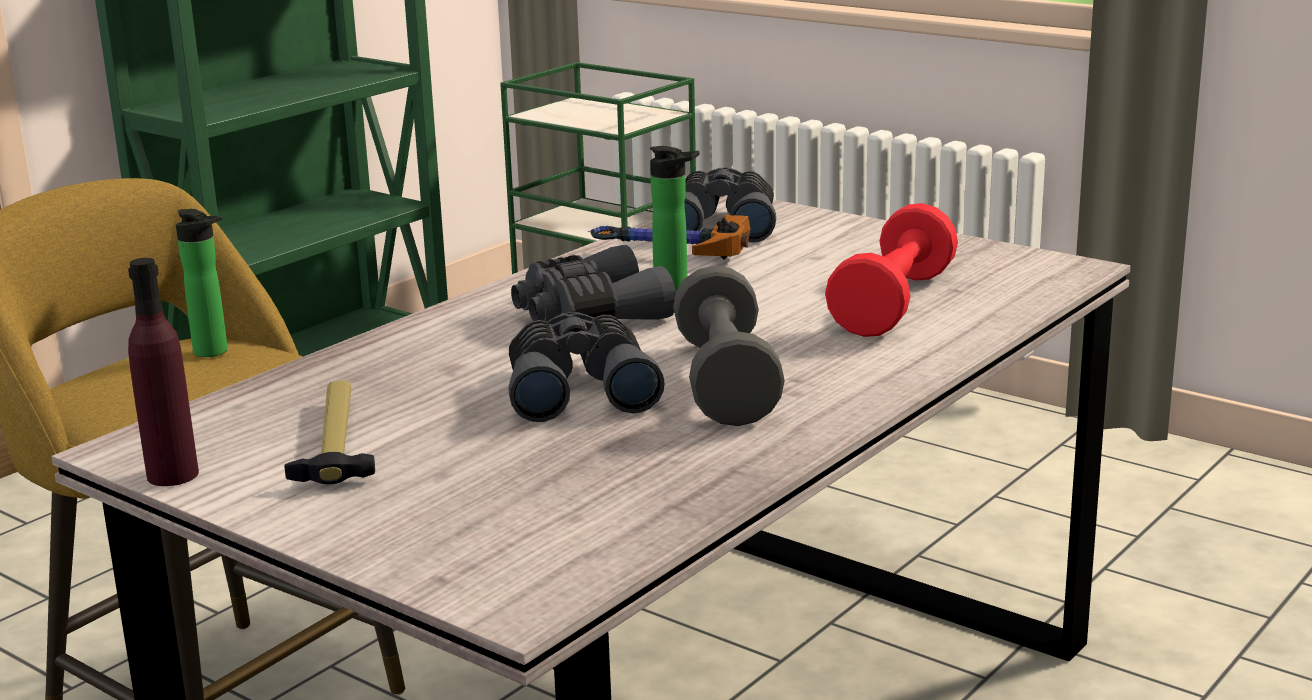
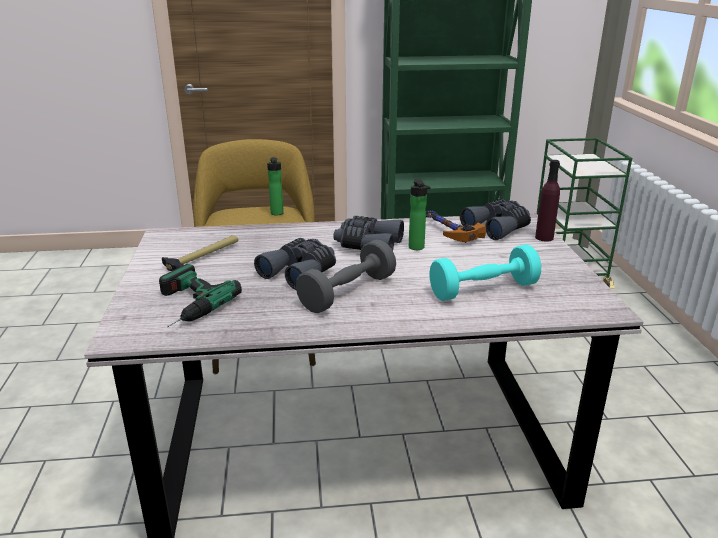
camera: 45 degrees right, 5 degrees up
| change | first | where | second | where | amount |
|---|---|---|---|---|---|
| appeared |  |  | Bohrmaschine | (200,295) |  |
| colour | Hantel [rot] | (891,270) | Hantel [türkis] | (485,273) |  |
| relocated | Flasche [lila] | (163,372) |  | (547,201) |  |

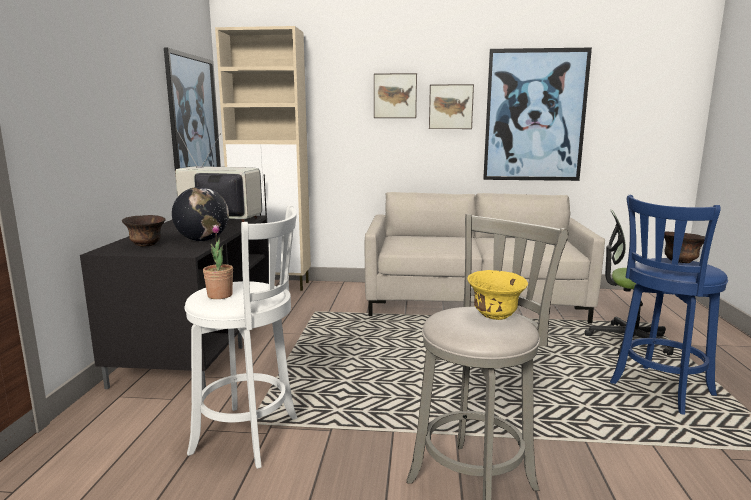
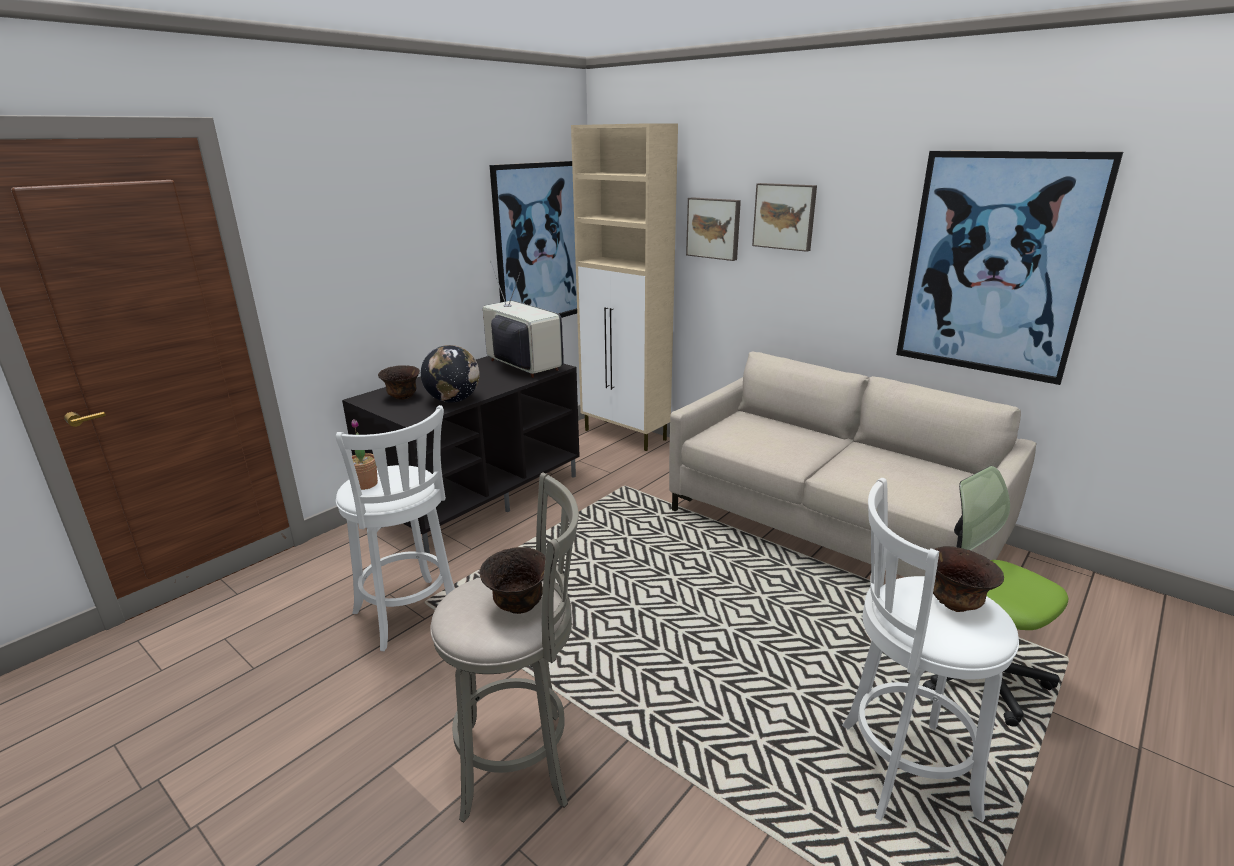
camera: 35 degrees right, 10 degrees up
| change | first | where | second | where | amount |
|---|---|---|---|---|---|
| colour | Schüssel [gelb] | (497,295) | Schüssel [braun] | (512,580) |  |
| relocated | Bild | (451,106) |  | (713,229) |  |
| colour | Hocker [blau] | (669,304) | Hocker [weiß] | (930,650) |  |

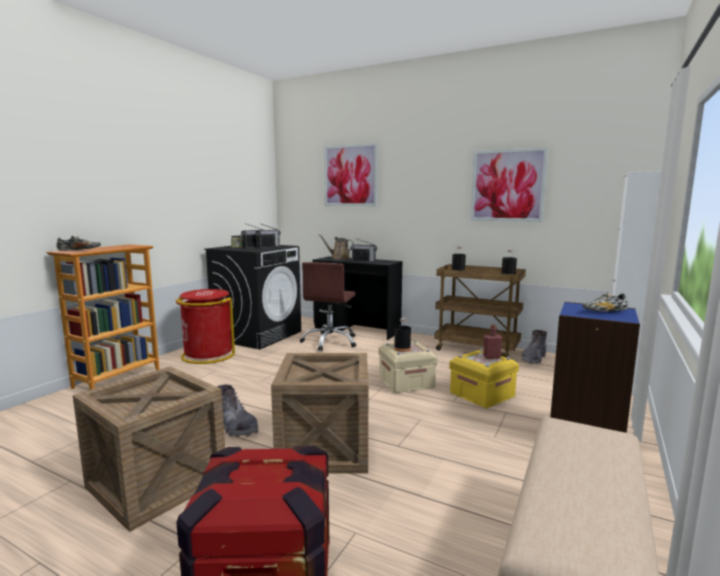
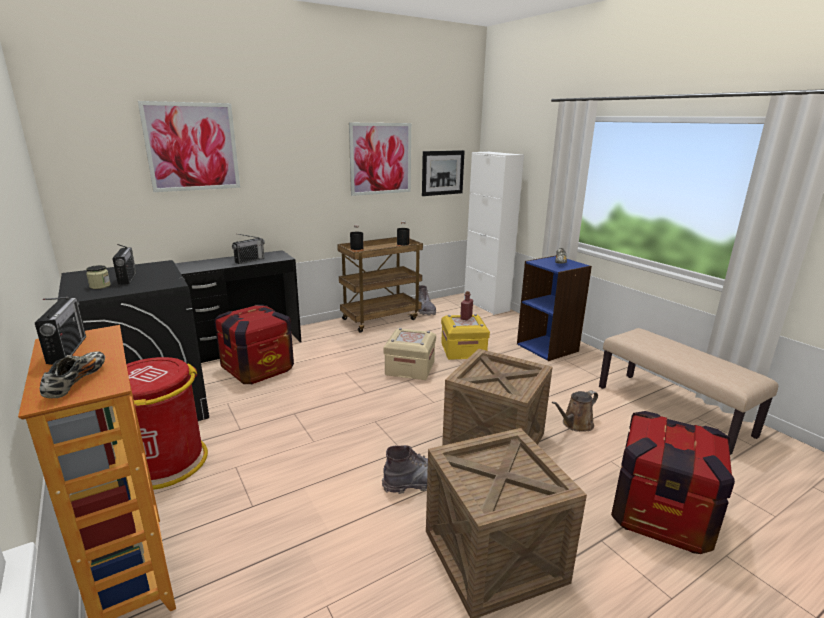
camera: 60 degrees left, 10 degrees up
| change | first | where | second | where | amount |
|---|---|---|---|---|---|
| relocated | Radio | (268,235) |  | (60,331) |  |
| exchanged | Bürostuhl [braun] | (328,306) | Kiste | (254,344) |  |
| appeared |  |  | Bild | (443,173) |  |
| relocated | Gießkanne [braun] | (336,247) |  | (575,411) |  |
| missing | Flasche [schwarz] | (402,335) |  |  |  |

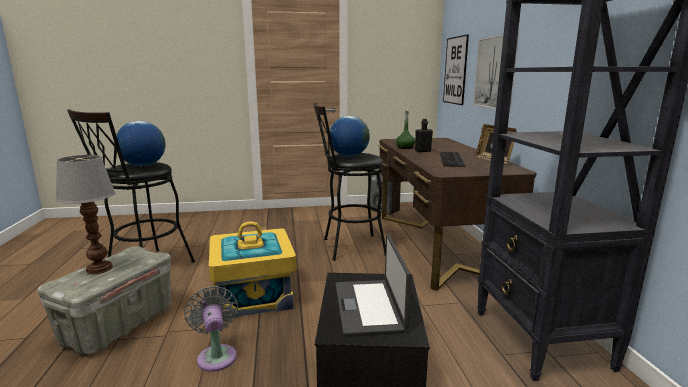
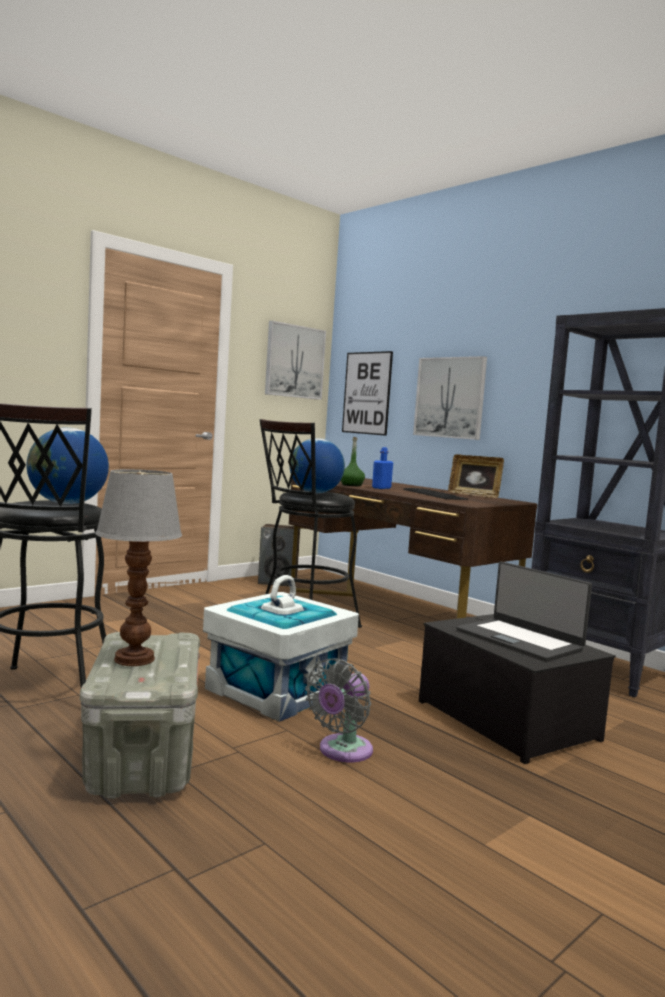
camera: 35 degrees left, 10 degrees down
| change | first | where | second | where | amount |
|---|---|---|---|---|---|
| colour | Aufbewahrungsbox [gelb] | (253,270) | Aufbewahrungsbox [weiß] | (281,648) |  |
| appeared |  |  | Bild | (295,360) |  |
| spun | Ventilator [grau] | (211,329) |  | (339,710) | 90 degrees counterclockwise |
| colour | Flasche [schwarz] | (424,135) | Flasche [blau] | (382,468) |  |

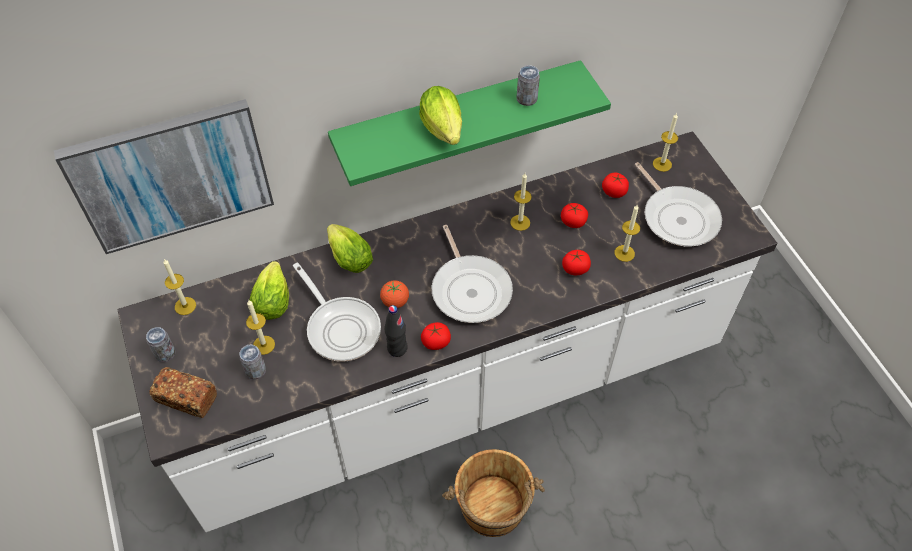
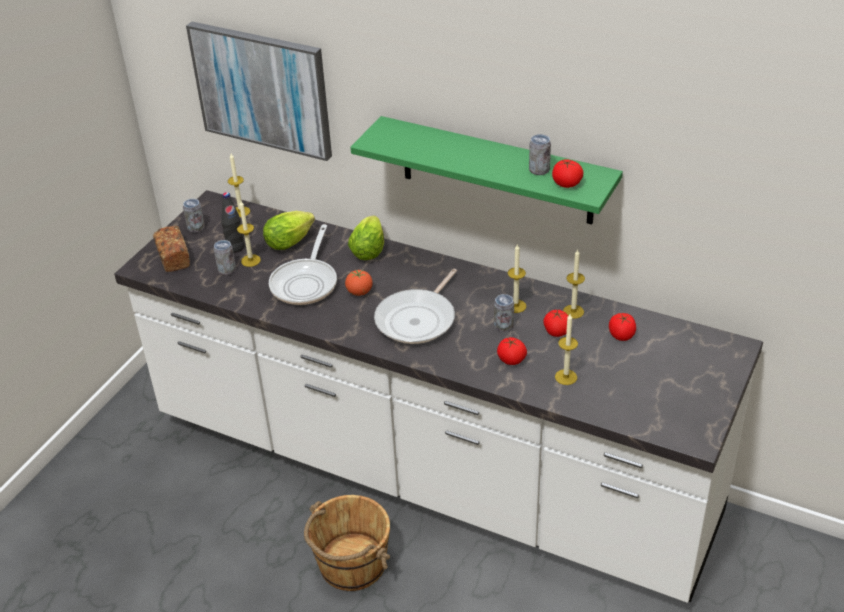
camera: 50 degrees right, 15 degrees down
| change | first | where | second | where | amount |
|---|---|---|---|---|---|
| relocated | Flasche [schwarz] | (396,331) |  | (232,222) |  |
| appeared |  |  | Dose | (504,313) |  |
| relocated | Tomate | (436,336) |  | (568,173) |  |
| relocated | Kerze | (665,142) |  | (574,284) |  |
| missing | Salatkopf | (440,115) |  |  |  |
| missing | Pfanne | (678,204) |  |  |  |

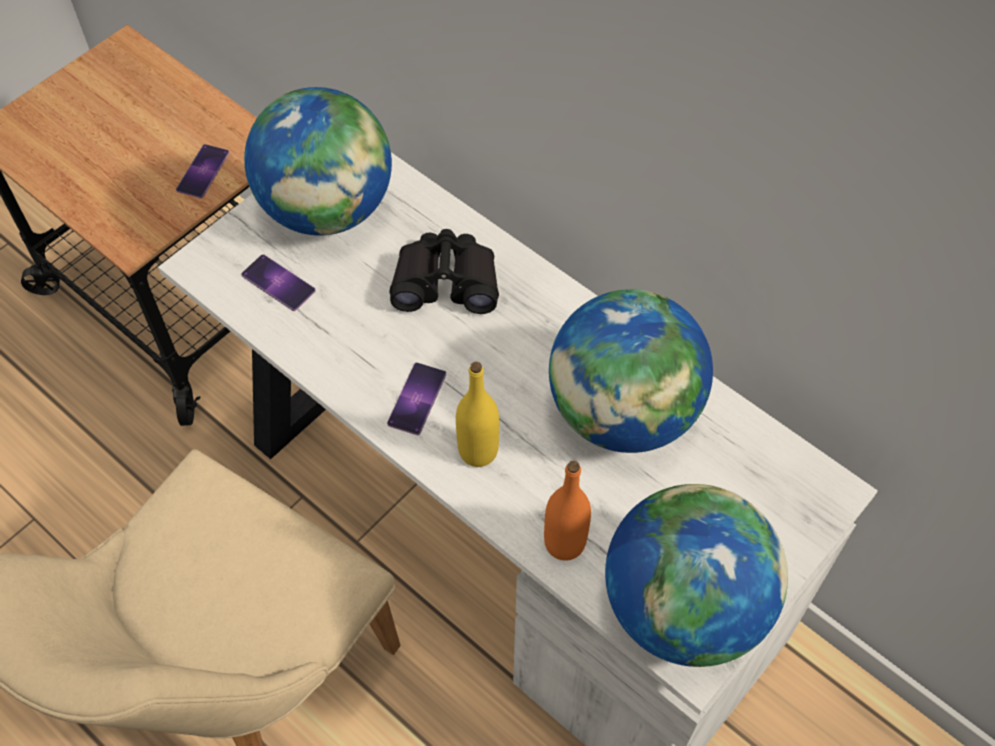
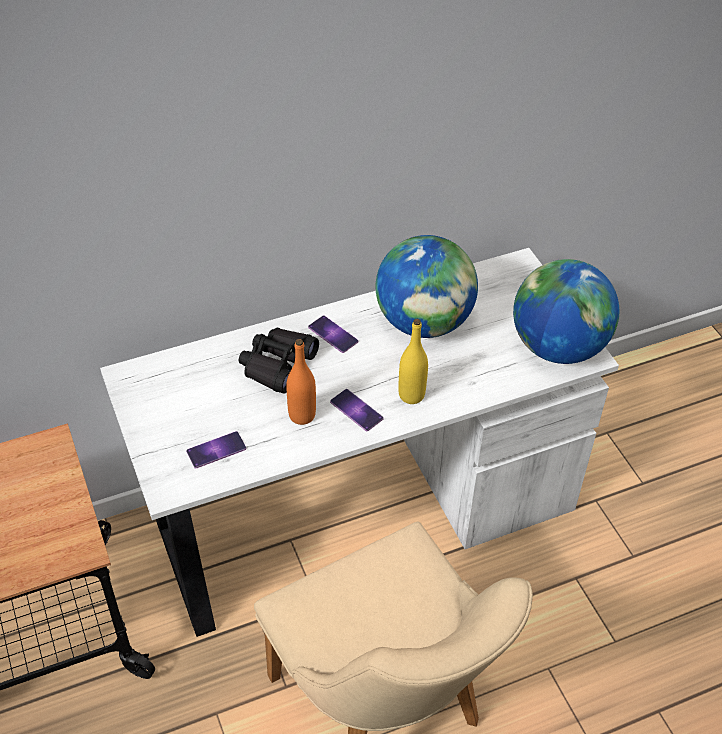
camera: 65 degrees left, 10 degrees down
| change | first | where | second | where | amount |
|---|---|---|---|---|---|
| relocated | Flasche [orange] | (567,511) |  | (301,382) |  |
| relocated | Handy | (202,171) |  | (333,334) |  |
| missing | Globus | (318,161) |  |  |  |

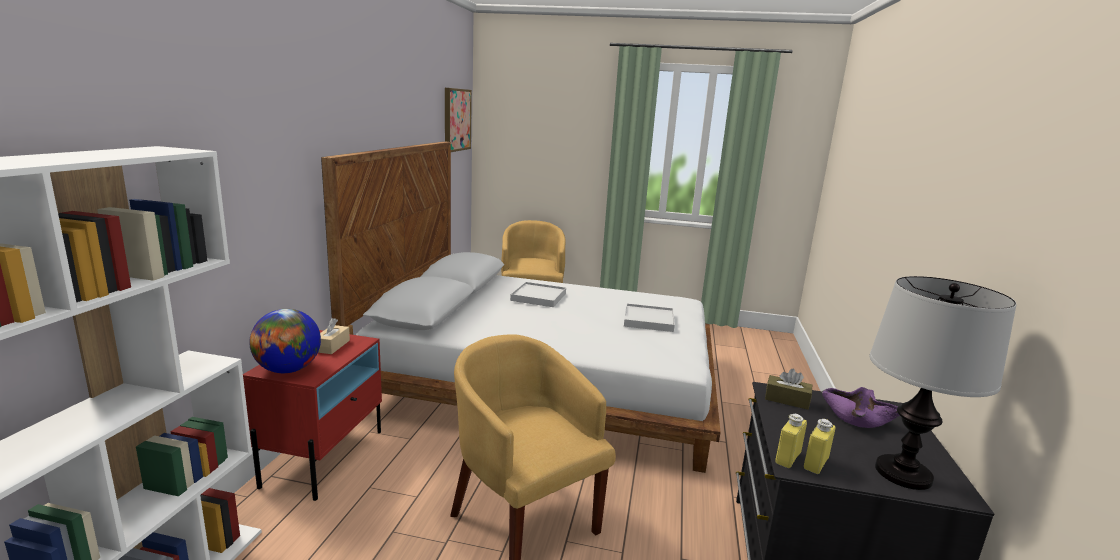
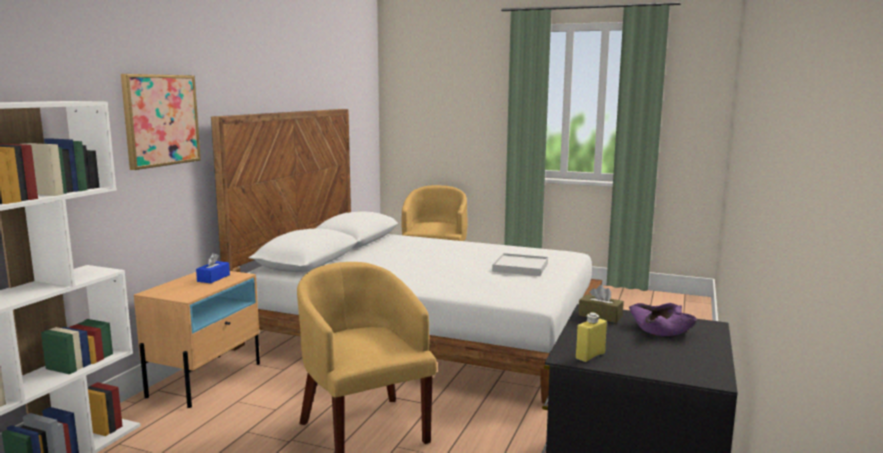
camera: 10 degrees right, 5 degrees down
| change | first | where | second | where | amount |
|---|---|---|---|---|---|
| relocated | Bild | (458,120) |  | (161,122) |  |
| colour | Nachttisch [rot] | (312,415) | Nachttisch [beige] | (197,339) |  |
| colour | Taschentuchbox [beige] | (334,336) | Taschentuchbox [blau] | (213,268) |  |
| missing | Globus | (285,341) |  |  |  |
| missing | Tablett [weiß] | (538,294) |  |  |  |
| missing | Flasche [gelb] | (791,441) |  |  |  |
| missing | Tischlampe | (942,383) |  |  |  |

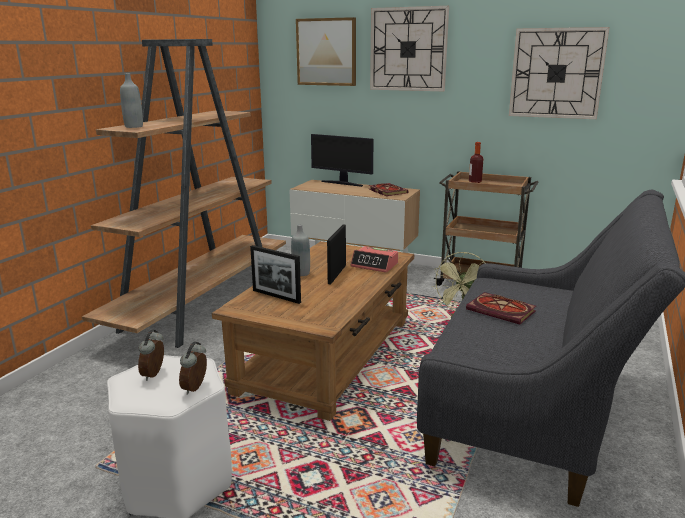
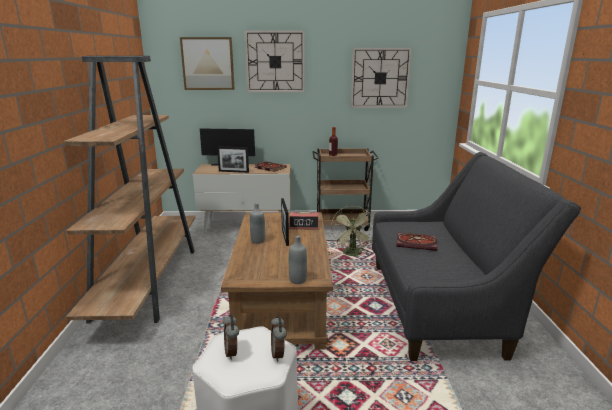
camera: 25 degrees left, 0 degrees up
| change | first | where | second | where | amount |
|---|---|---|---|---|---|
| relocated | Bilderrahmen | (275,274) |  | (233,159) |  |
| relocated | Flasche [grau] | (131,100) |  | (298,259) |  |

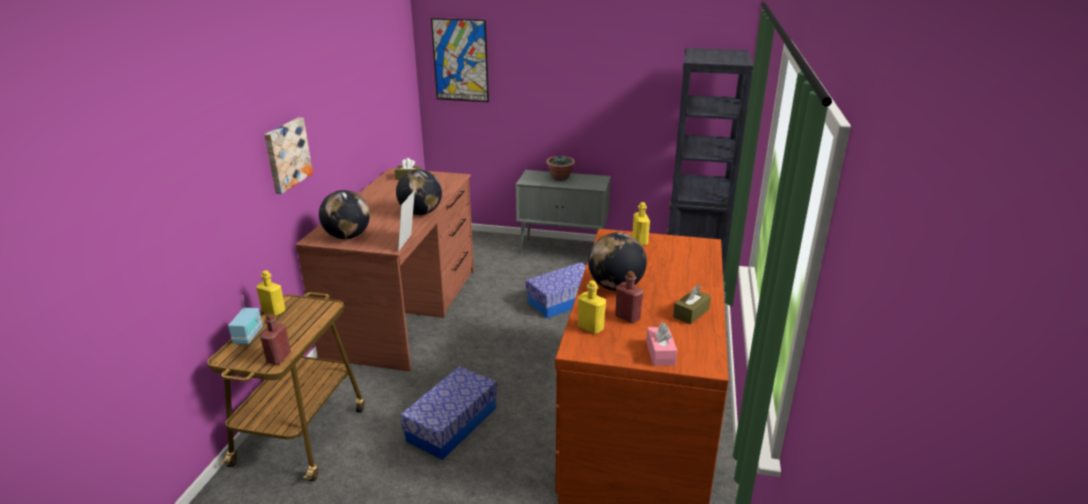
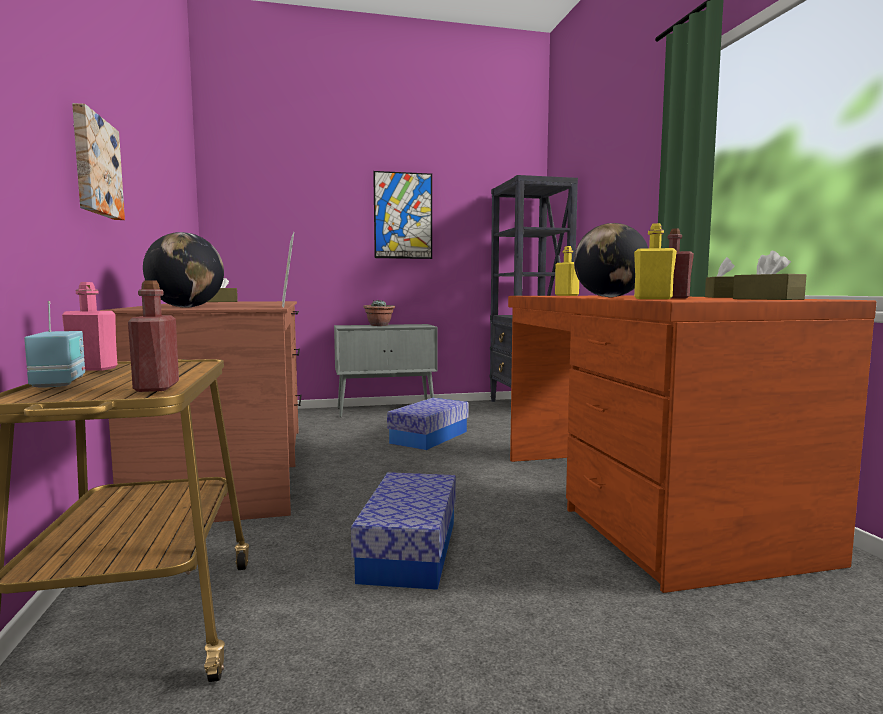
camera: 25 degrees left, 20 degrees down
| change | first | where | second | where | amount |
|---|---|---|---|---|---|
| colour | Flasche [gelb] | (270,293) | Flasche [rosa] | (89,326) |  |
| relocated | Bild | (460,60) |  | (402,215) |  |
| colour | Taschentuchbox [rosa] | (661,344) | Taschentuchbox [braun] | (769,275) |  |
| missing | Globus | (419,192) |  |  |  |

